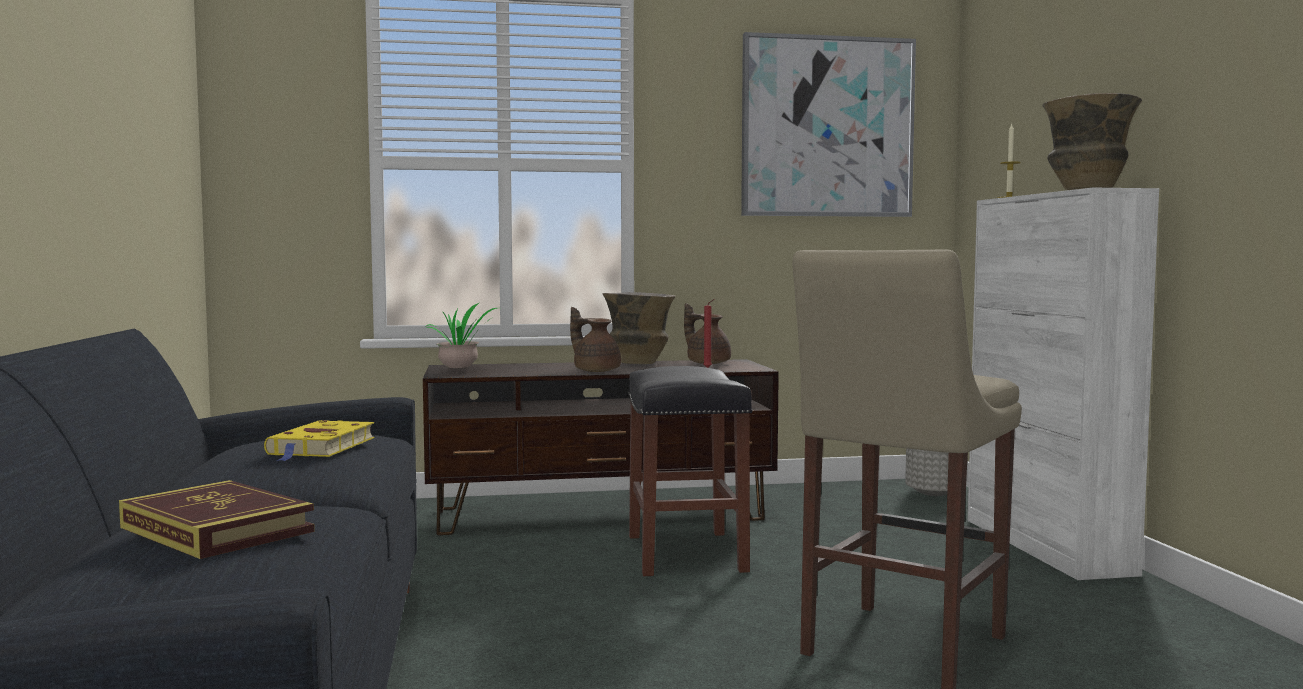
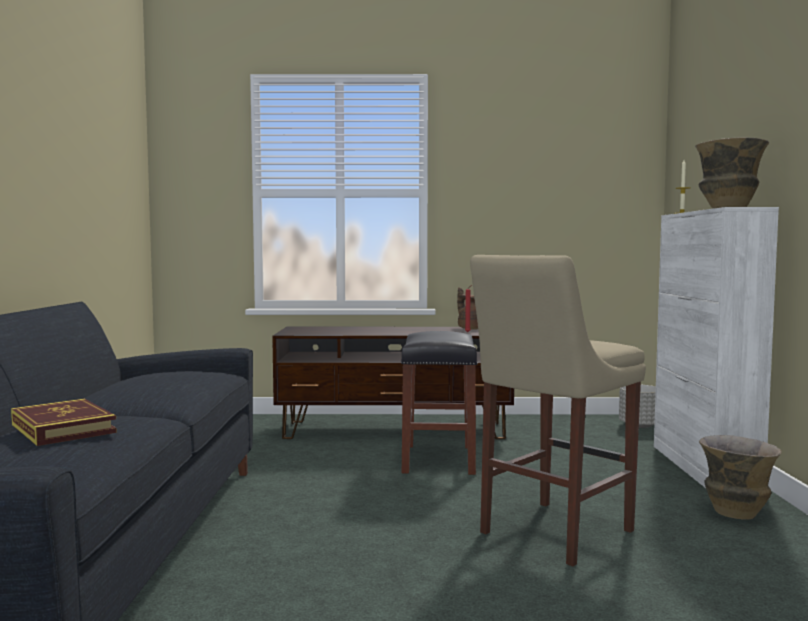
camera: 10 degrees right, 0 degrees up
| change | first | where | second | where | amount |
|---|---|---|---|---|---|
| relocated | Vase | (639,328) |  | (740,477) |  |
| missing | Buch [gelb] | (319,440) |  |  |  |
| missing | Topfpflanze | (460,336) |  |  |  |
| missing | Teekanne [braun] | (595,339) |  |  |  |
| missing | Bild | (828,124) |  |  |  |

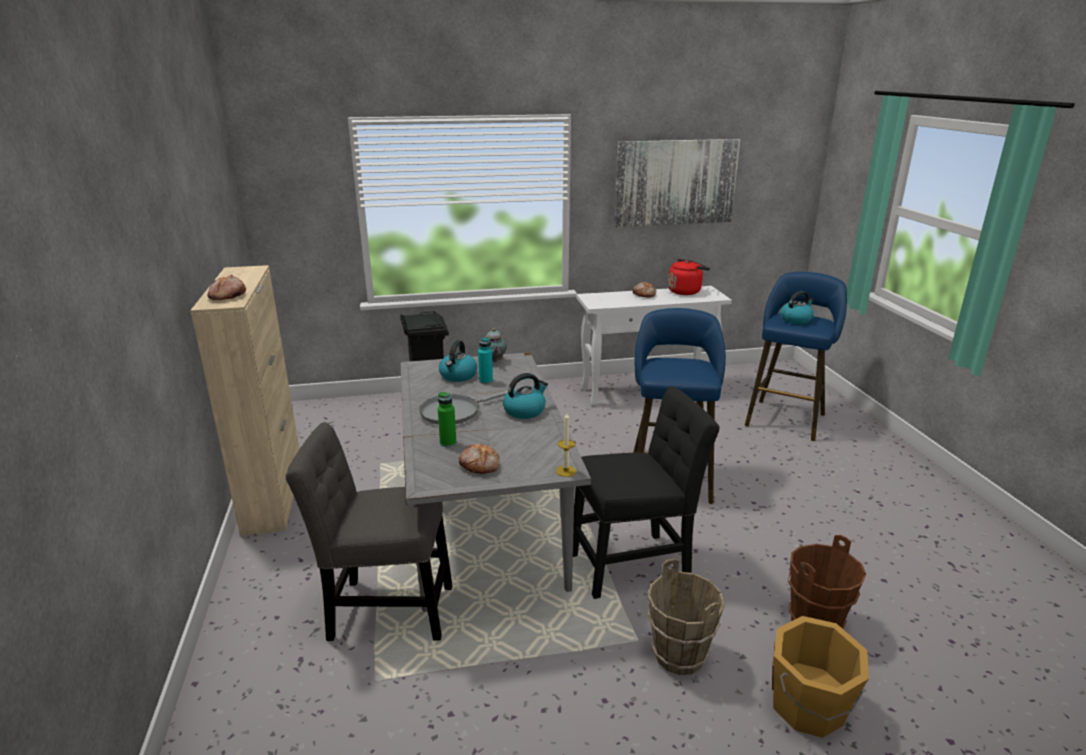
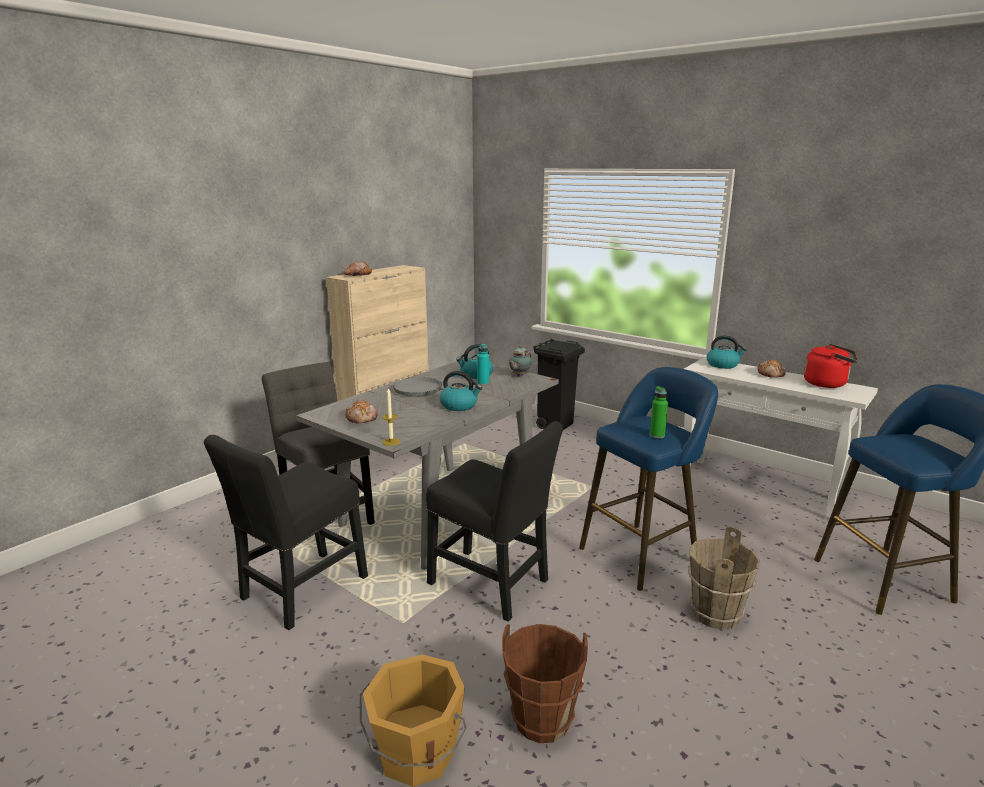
camera: 50 degrees right, 5 degrees down
| change | first | where | second | where | amount |
|---|---|---|---|---|---|
| appeared |  |  | Stuhl [schwarz] | (286,532) |  |
| relocated | Flasche [grün] | (447,419) |  | (659,412) |  |
| relocated | Eimer [braun] | (686,616) |  | (724,577) |  |
| relocated | Wasserkessel | (797,307) |  | (726,352) |  |
| missing | Bild | (677,183) |  |  |  |

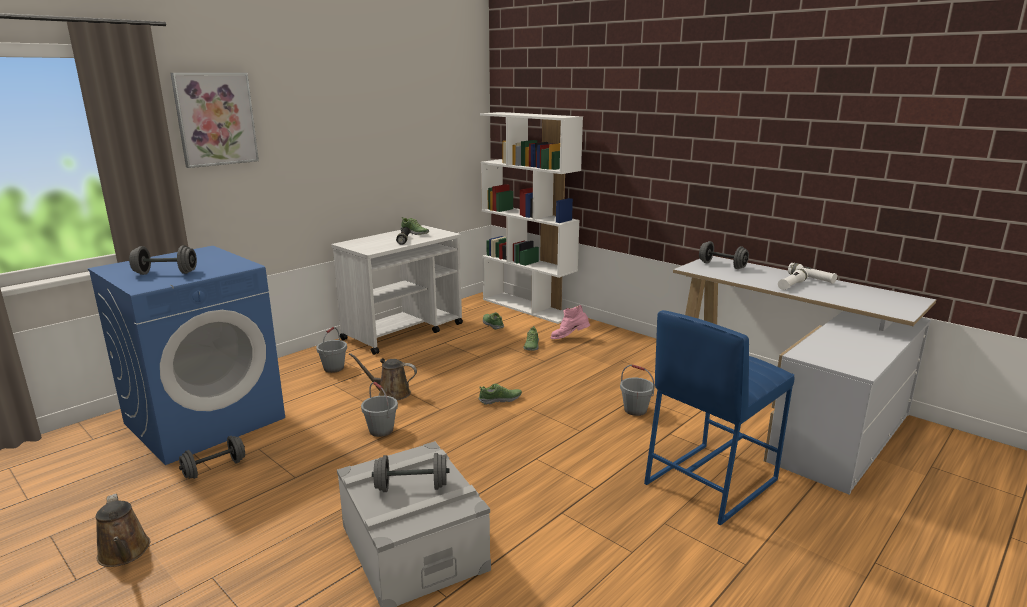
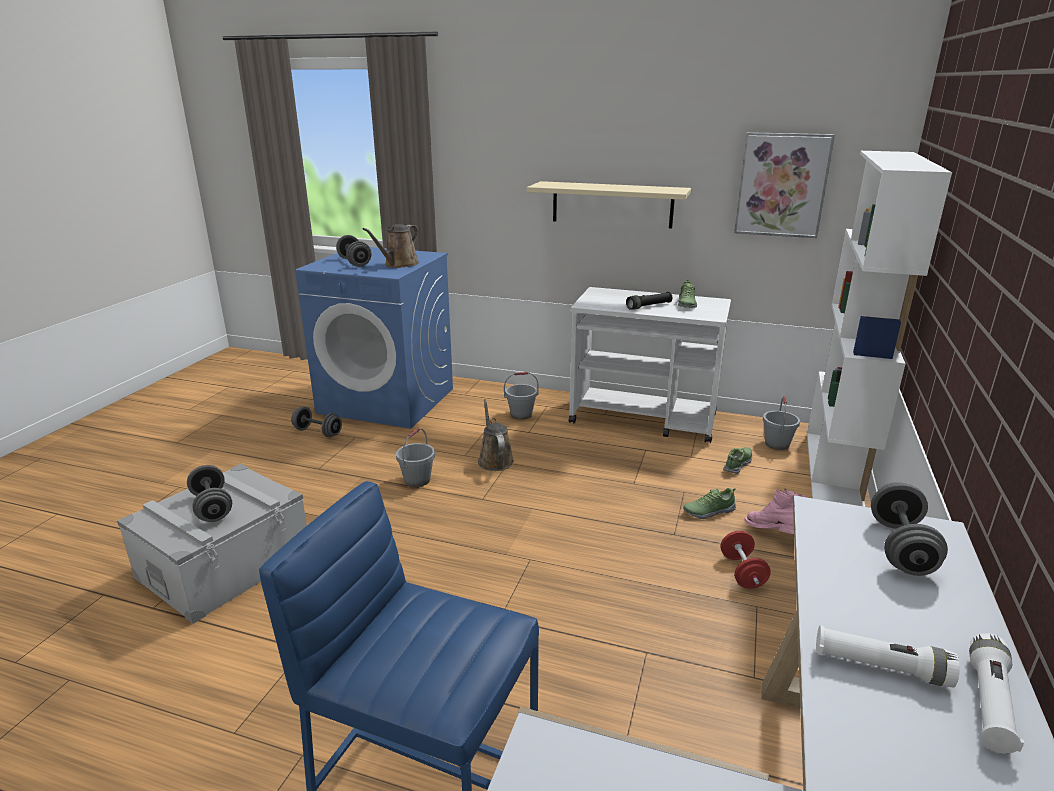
camera: 65 degrees right, 5 degrees up
| change | first | where | second | where | amount |
|---|---|---|---|---|---|
| relocated | Gießkanne [braun] | (123,530) |  | (390,246) |  |
| appeared |  |  | Wandregal [beige] | (609,205) |  |
| appeared |  |  | Hantel [rot] | (746,560) |  |
| relocated | Bild | (214,120) |  | (784,185) |  |
| relocated | Eimer [grau] | (637,390) |  | (781,423) |  |
| missing | Schuh | (500,394) |  |  |  |

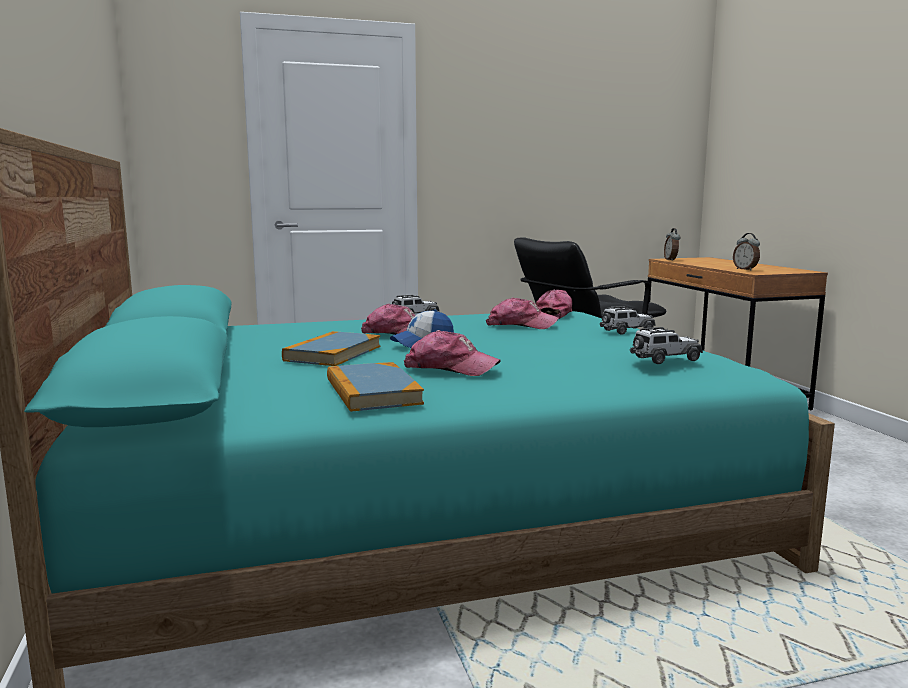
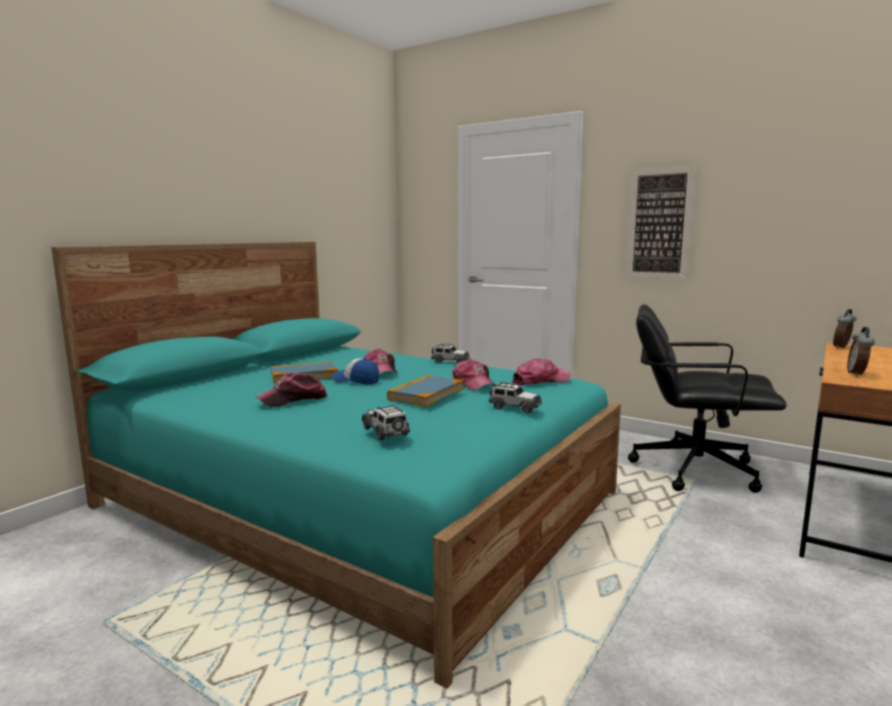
camera: 50 degrees right, 0 degrees up
| change | first | where | second | where | amount |
|---|---|---|---|---|---|
| spun | Kappe | (452,353) |  | (291,389) | 75 degrees clockwise |
| spun | Spielzeugauto | (666,345) |  | (386,422) | 150 degrees counterclockwise |
| relocated | Buch | (375,387) |  | (425,391) |  |
| appeared |  |  | Bild | (660,223) |  |

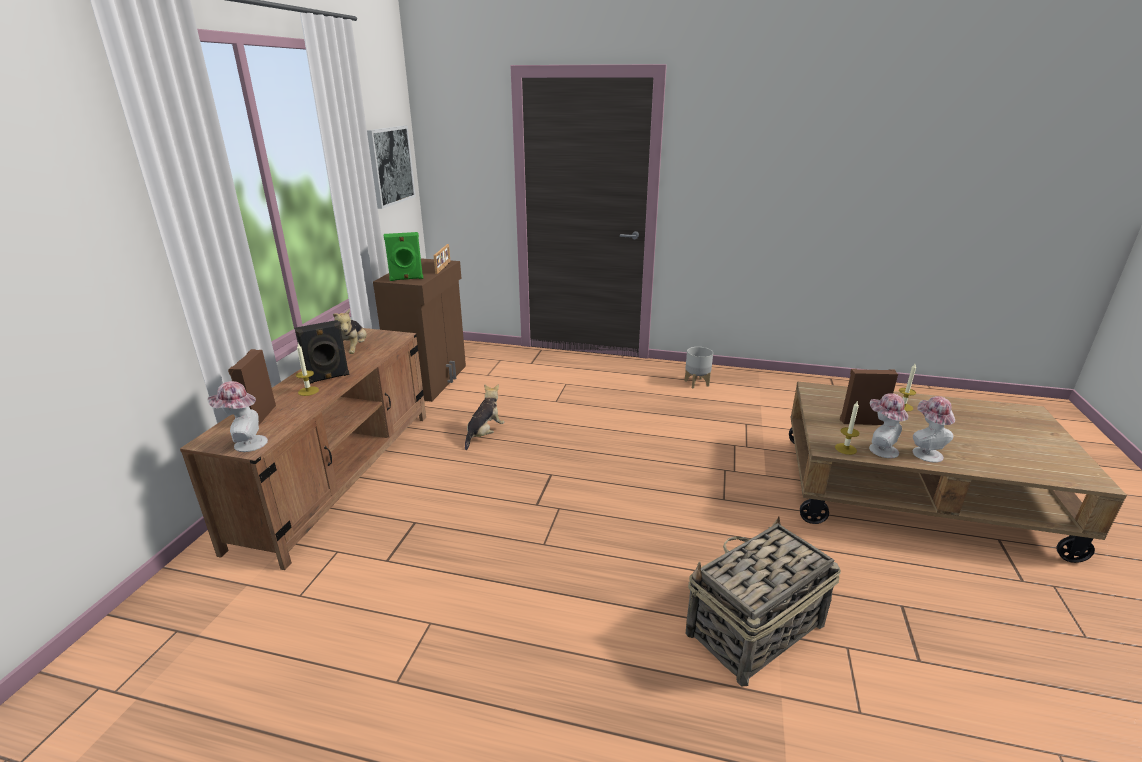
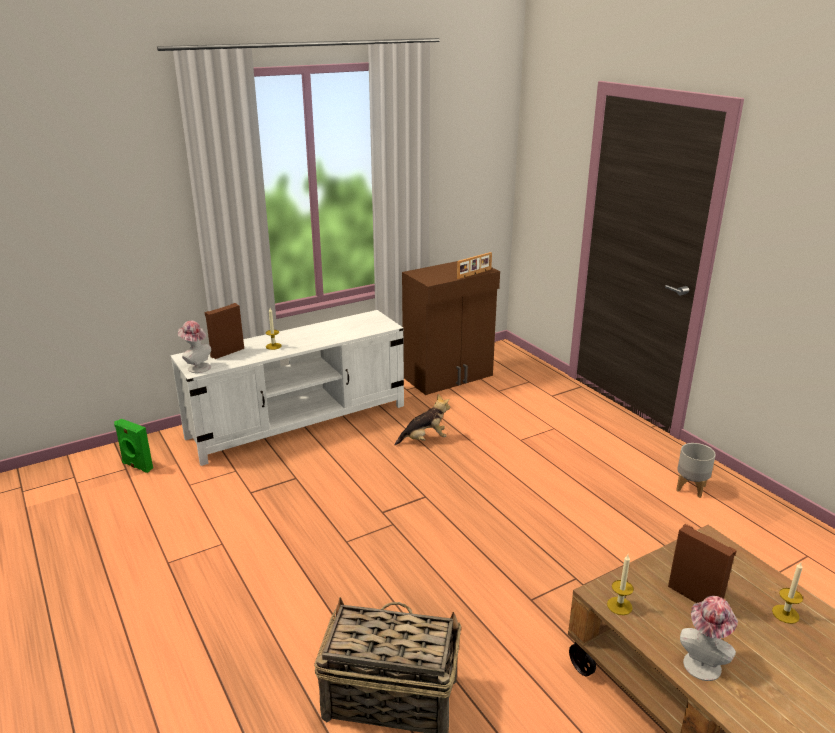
camera: 45 degrees right, 0 degrees up
| change | first | where | second | where | amount |
|---|---|---|---|---|---|
| relocated | Lautsprecher [grün] | (403,256) |  | (133,446) |  |
| colour | Fernsehschrank [braun] | (303,449) | Fernsehschrank [weiß] | (287,388) |  |
| missing | Lautsprecher [schwarz] | (322,352) |  |  |  |
| missing | Plüschtier | (350,331) |  |  |  |
| missing | Bild | (391,167) |  |  |  |
| missing | Hut | (888,425) |  |  |  |

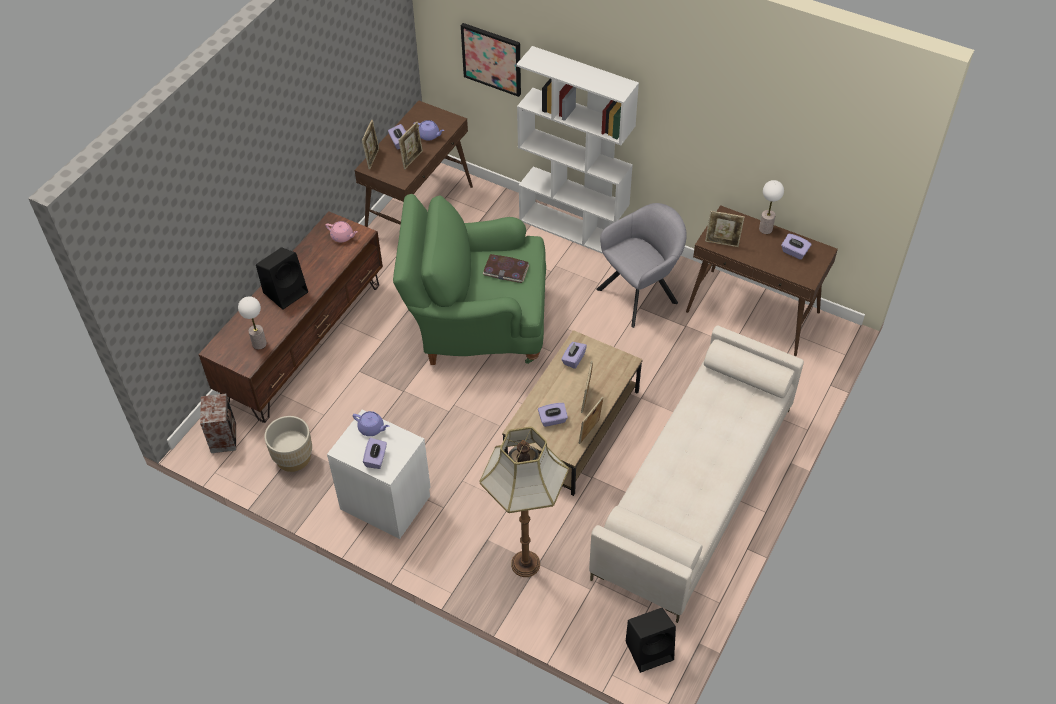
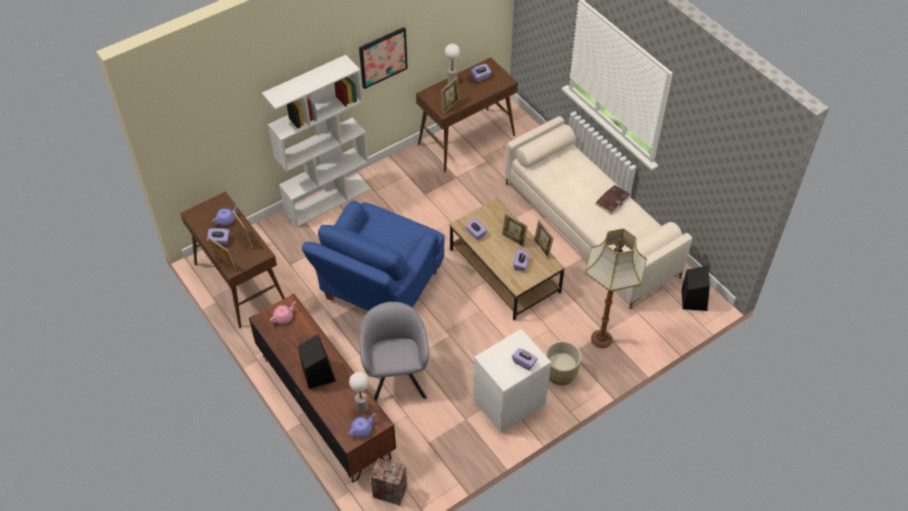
camera: 65 degrees left, 0 degrees up
| change | first | where | second | where | amount |
|---|---|---|---|---|---|
| colour | Sessel [grün] | (469,279) | Sessel [blau] | (373,256) |  |
| relocated | Teekanne [lila] | (371,423) |  | (362,425) |  |
| relocated | Bild | (491,60) |  | (383,58) |  |
| relocated | Sessel [grau] | (641,265) |  | (394,351) |  |
| relocated | Pflanzkübel [beige] | (288,444) |  | (563,363) |  |
| relocated | Buch | (506,268) |  | (613,199) |  |

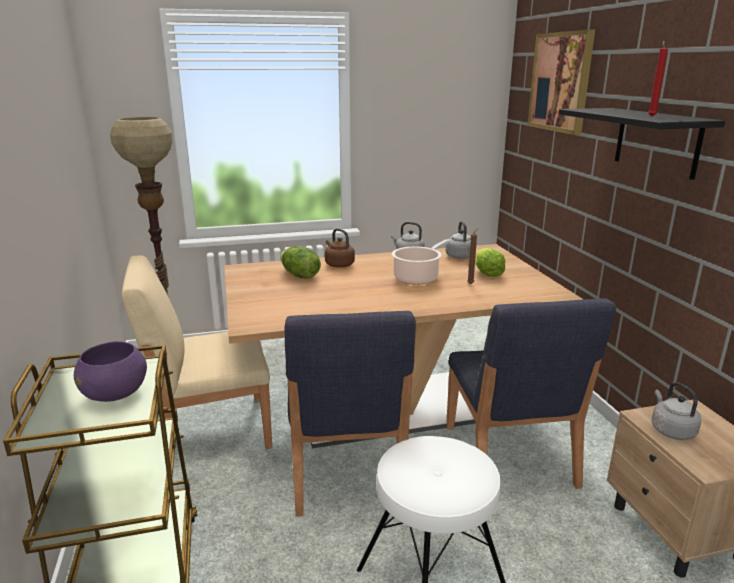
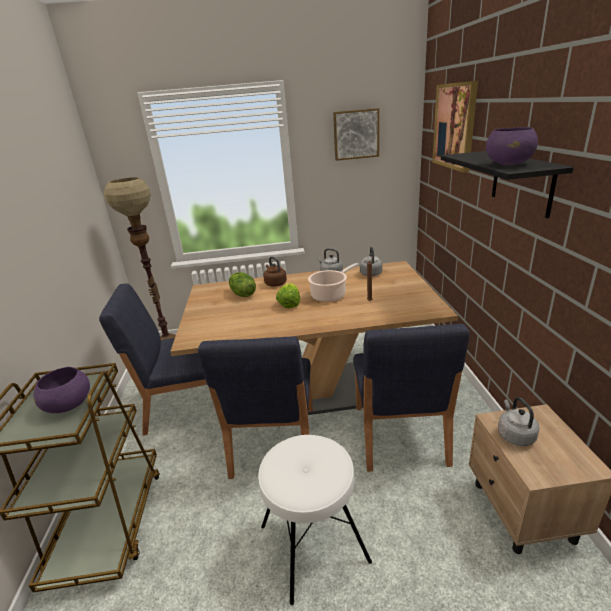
camera: 10 degrees right, 5 degrees up
| change | first | where | second | where | amount |
|---|---|---|---|---|---|
| colour | Stuhl [beige] | (197,352) | Stuhl [blau] | (153,359) |  |
| relocated | Salatkopf | (490,262) |  | (288,295) |  |
| appeared |  |  | Bild | (356,134) |  |
| exchanged | Kerze [rot] | (658,79) | Schüssel [lila] | (512,146) |  |

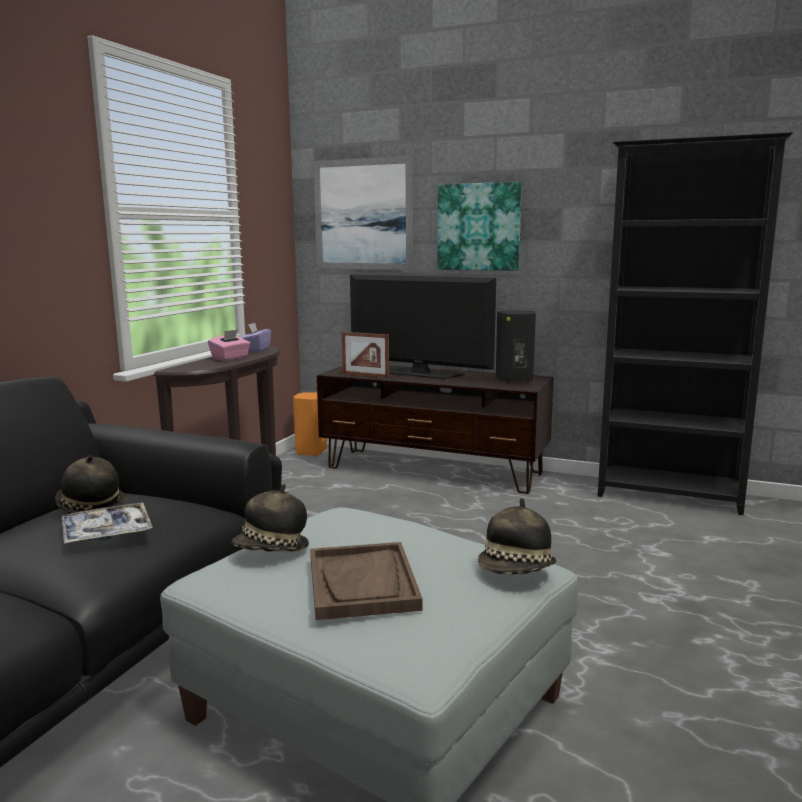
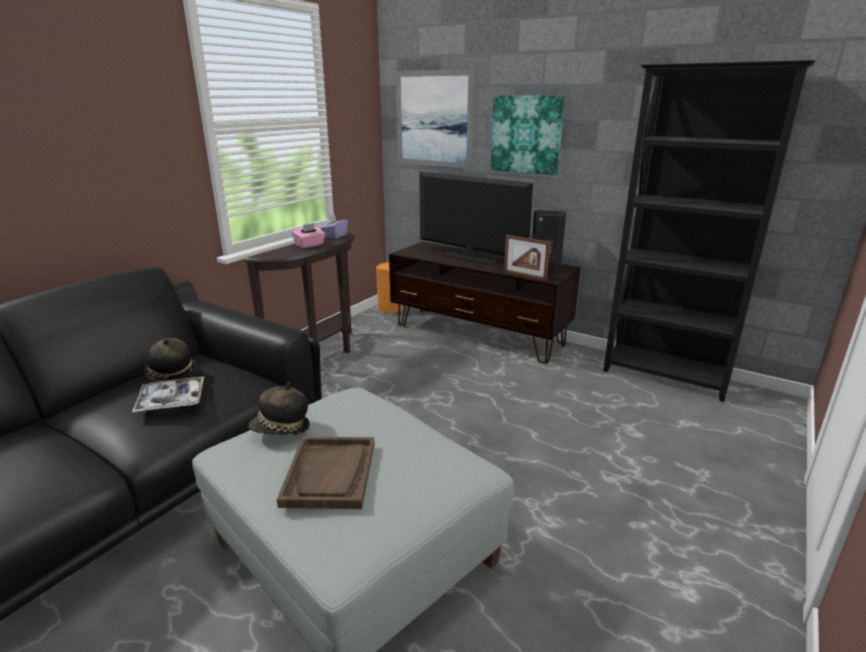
camera: 10 degrees right, 10 degrees up
| change | first | where | second | where | amount |
|---|---|---|---|---|---|
| relocated | Bilderrahmen | (365,355) |  | (527,258) |  |
| missing | Hut | (517,536) |  |  |  |

